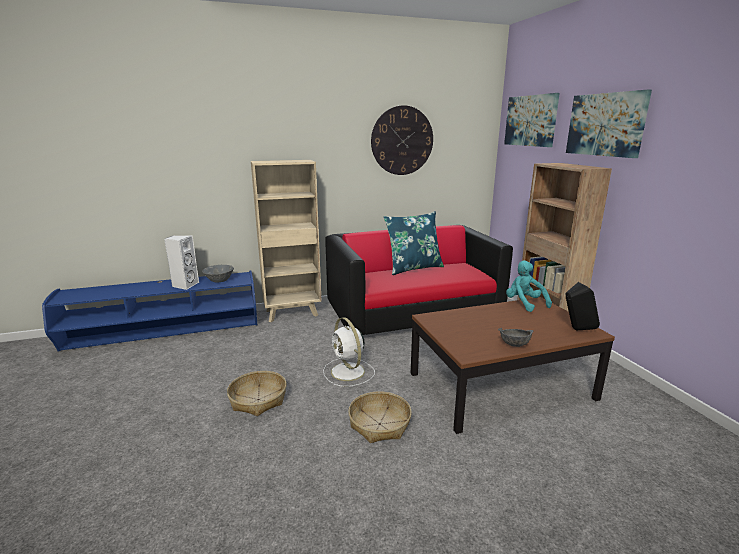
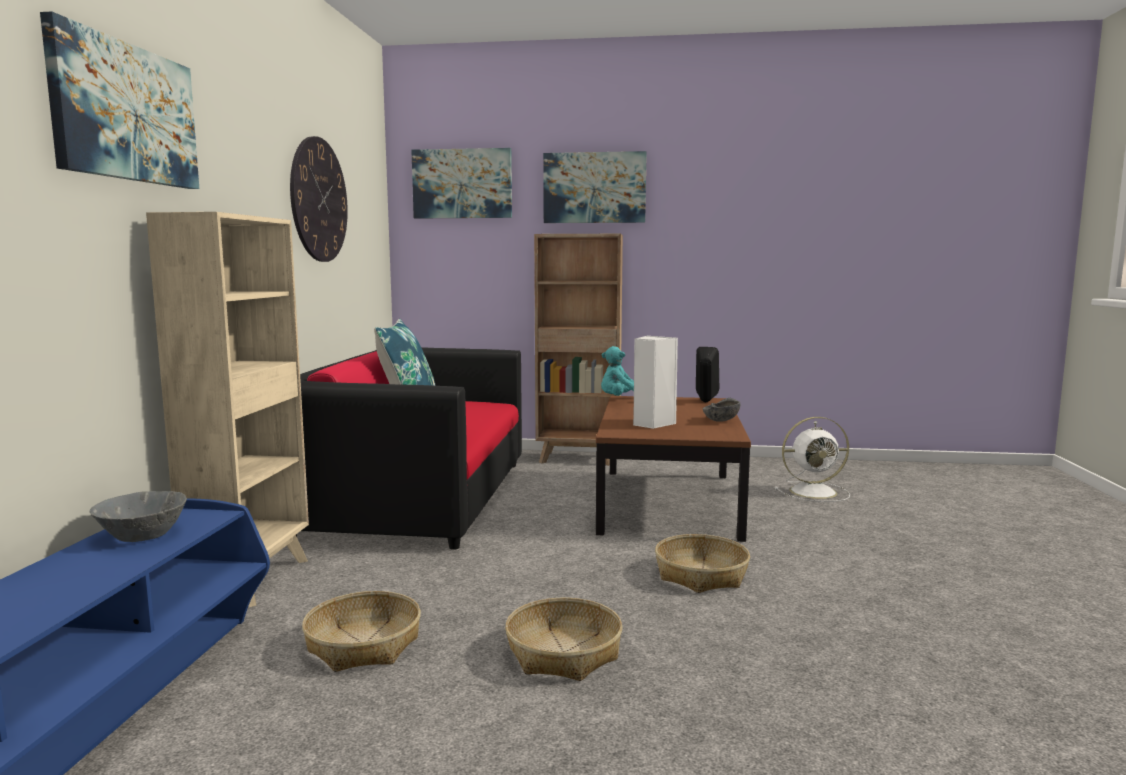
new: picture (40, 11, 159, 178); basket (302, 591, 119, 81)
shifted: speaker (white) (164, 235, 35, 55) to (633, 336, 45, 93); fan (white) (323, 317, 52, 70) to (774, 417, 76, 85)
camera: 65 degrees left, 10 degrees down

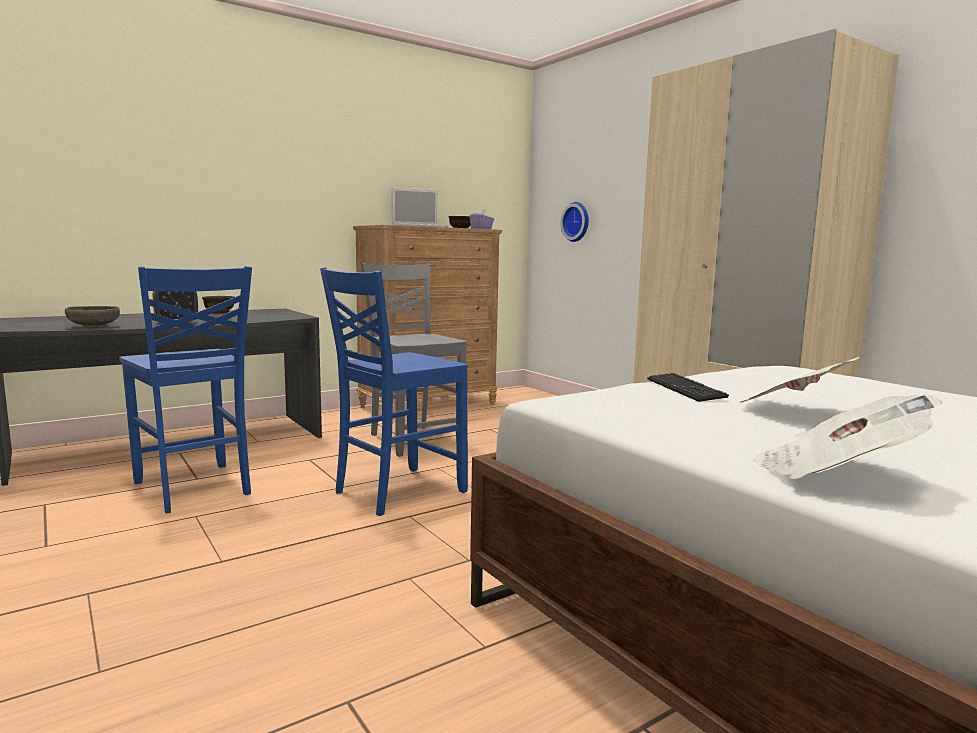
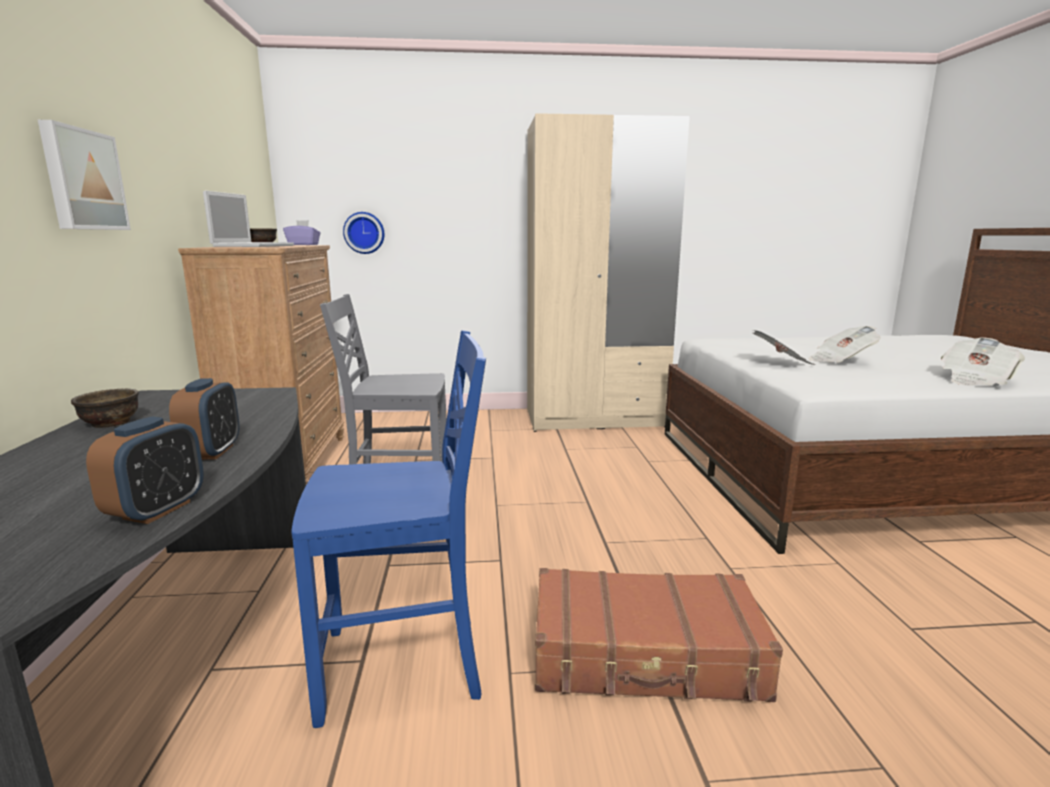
gone: chair (blue) (320, 267, 148, 249)
new: picture (38, 120, 93, 110); suitcase (brown) (535, 568, 248, 134)
swapped: bowl (grey) (65, 306, 55, 22) to alarm clock (86, 416, 118, 108); keyboard (647, 373, 82, 29) to newspaper (753, 330, 63, 35)
camera: 60 degrees left, 5 degrees up

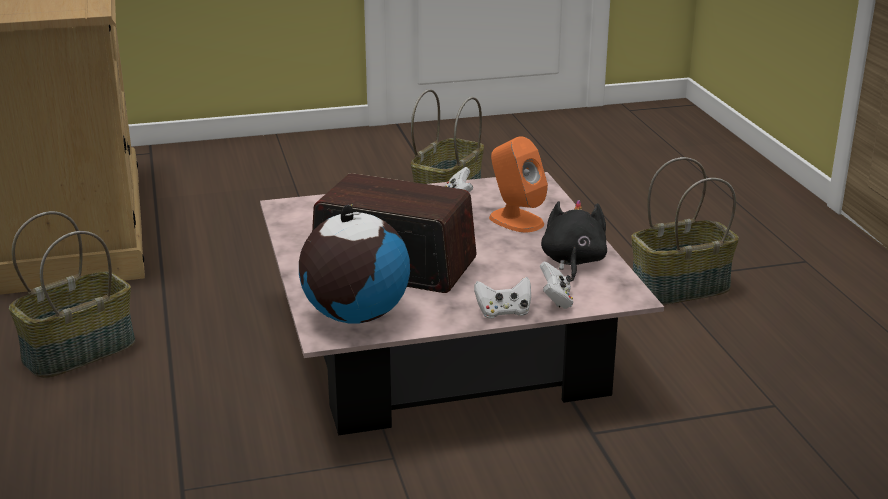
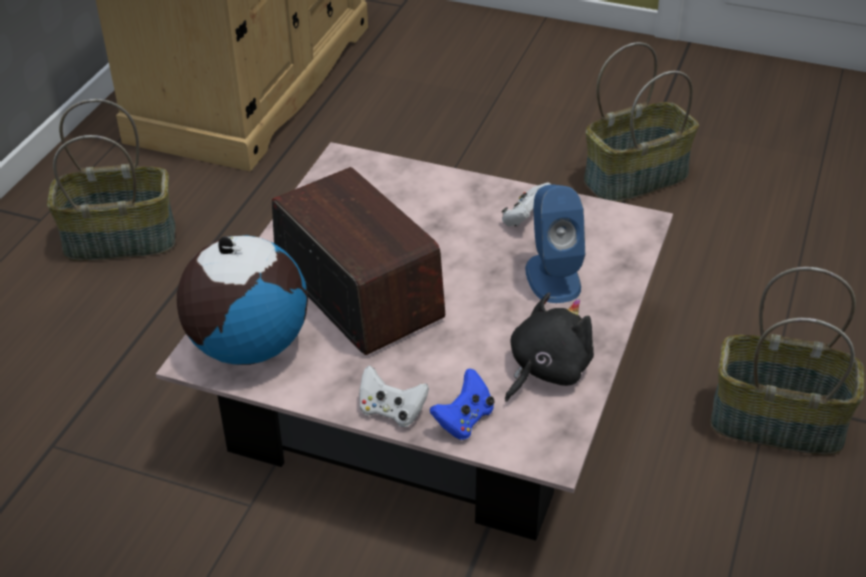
repainted: speaker (orange) (489, 137, 59, 95) to speaker (blue) (525, 184, 60, 119); game controller (white) (540, 261, 33, 48) to game controller (blue) (430, 369, 64, 71)
camera: 35 degrees right, 15 degrees up

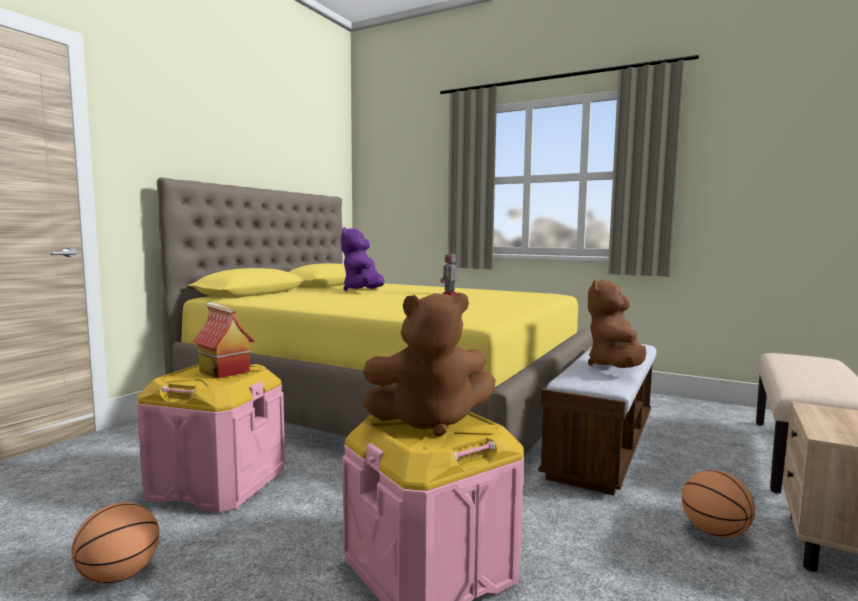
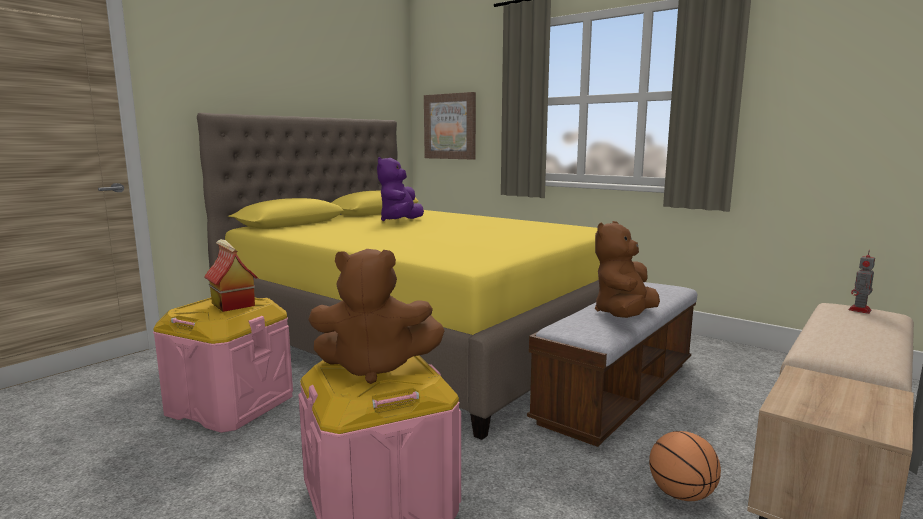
gone: basketball (71, 502, 89, 82)
new: picture (424, 92, 52, 68)
shifted: toy robot (440, 252, 18, 44) to (849, 249, 26, 65)
camera: 10 degrees right, 5 degrees up

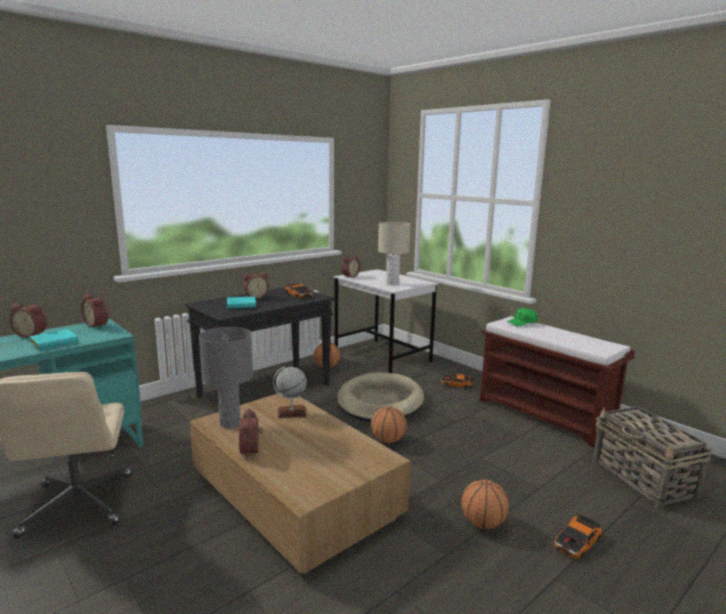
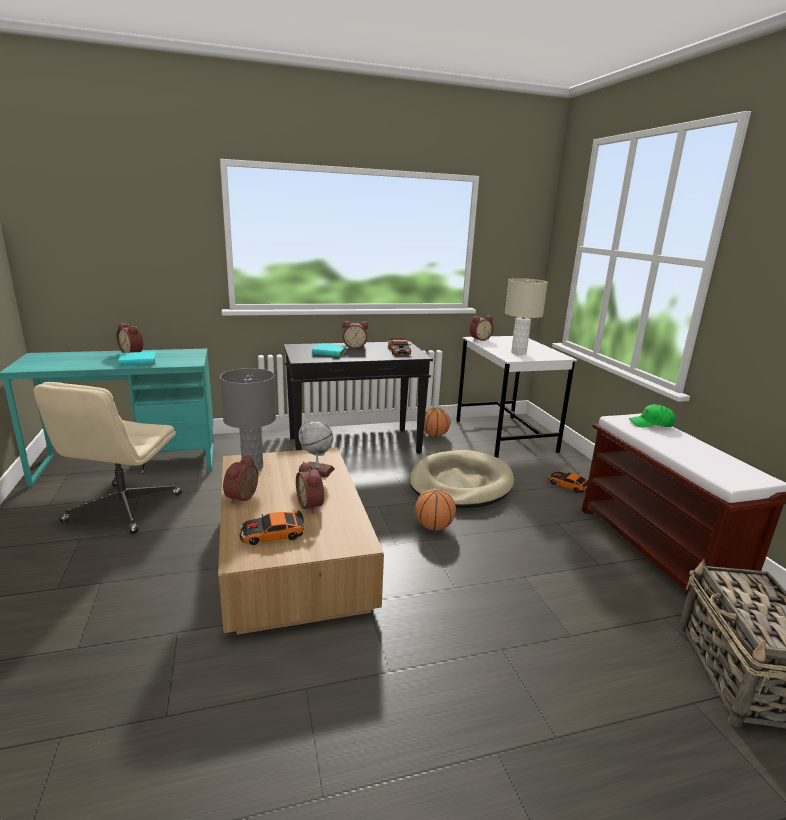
gone: basketball (461, 479, 48, 50)
shifted: alarm clock (81, 294, 27, 34) to (296, 462, 28, 51); toy car (554, 514, 48, 45) to (240, 510, 65, 35)
camera: 25 degrees right, 5 degrees up

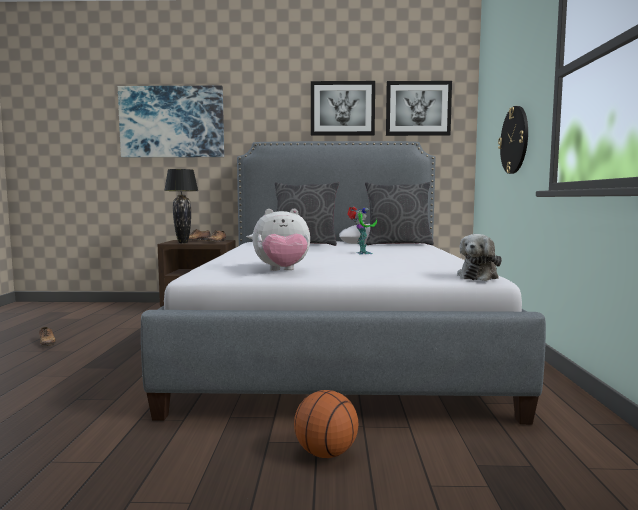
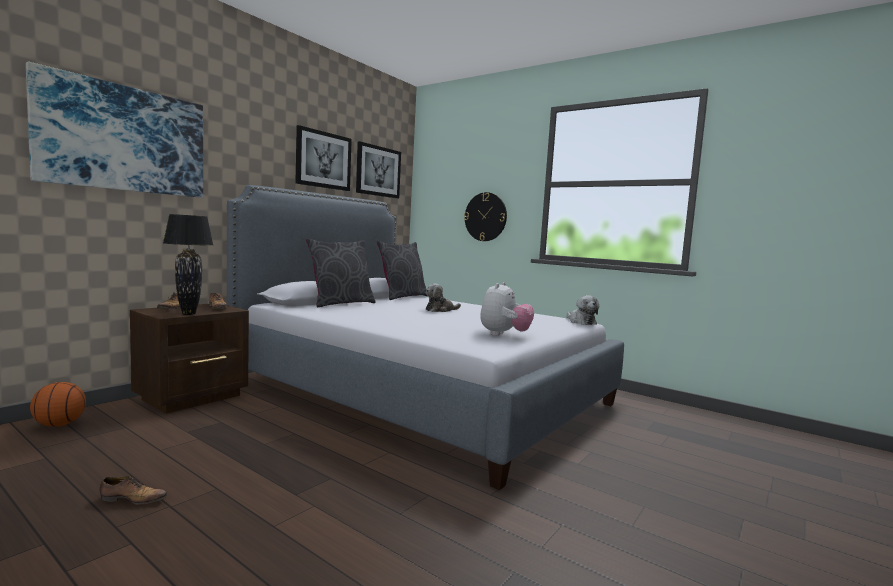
shifted: basketball (294, 390, 65, 68) to (30, 382, 56, 45)
swapped: toy robot (347, 207, 30, 47) to plush toy (426, 284, 35, 28)
camera: 55 degrees left, 0 degrees up

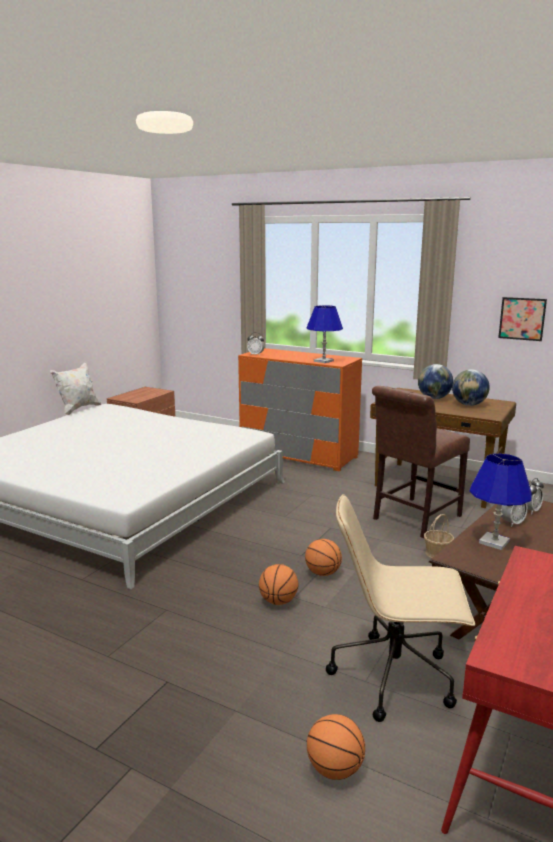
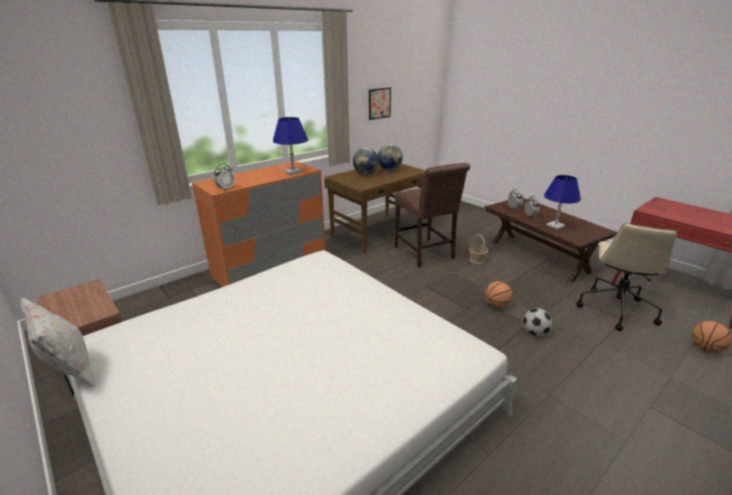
swapped: basketball (259, 564, 40, 41) to football (523, 308, 29, 28)
camera: 70 degrees left, 10 degrees up

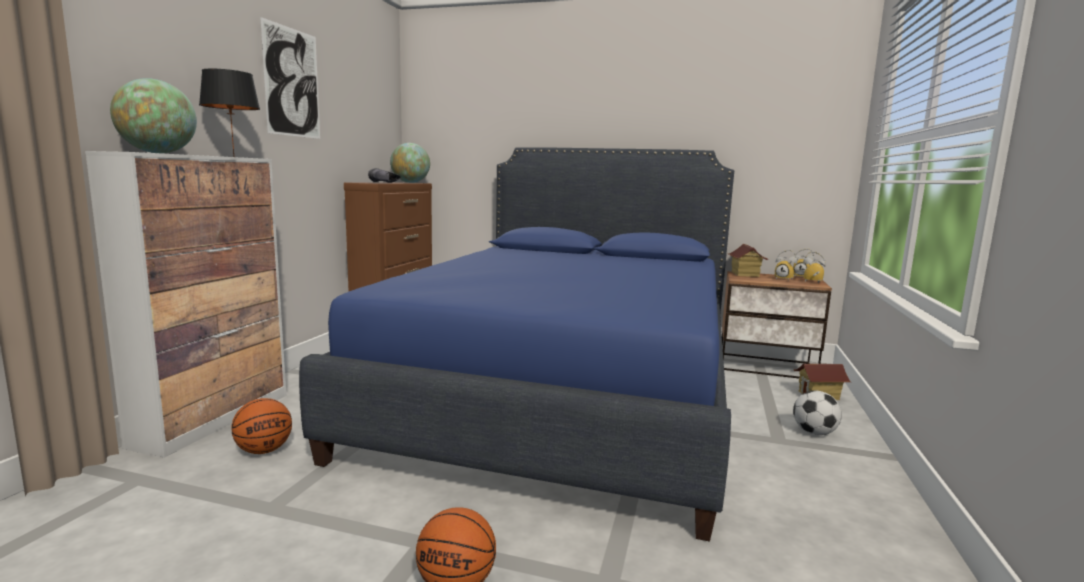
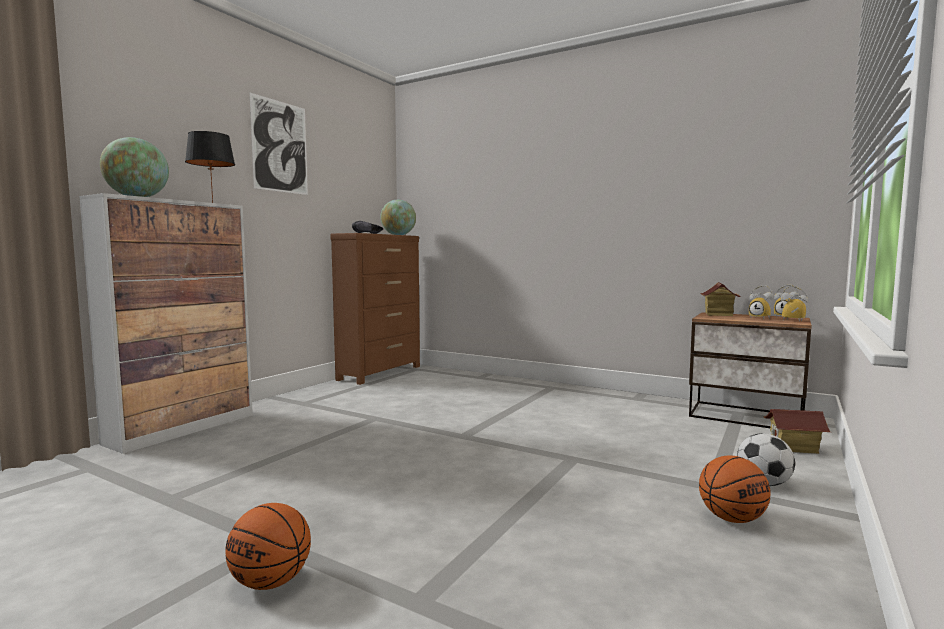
gone: bed (blue) (299, 147, 435, 395)
shifted: basketball (231, 398, 61, 56) to (699, 455, 72, 68)
camera: 15 degrees right, 5 degrees down

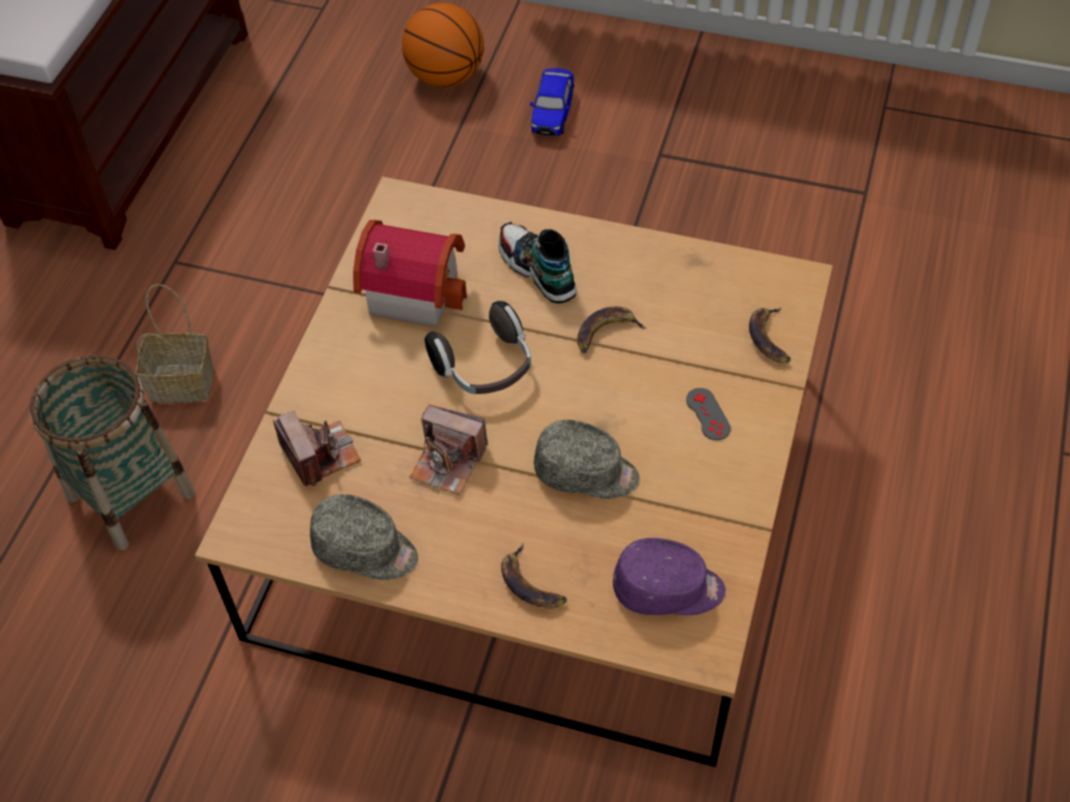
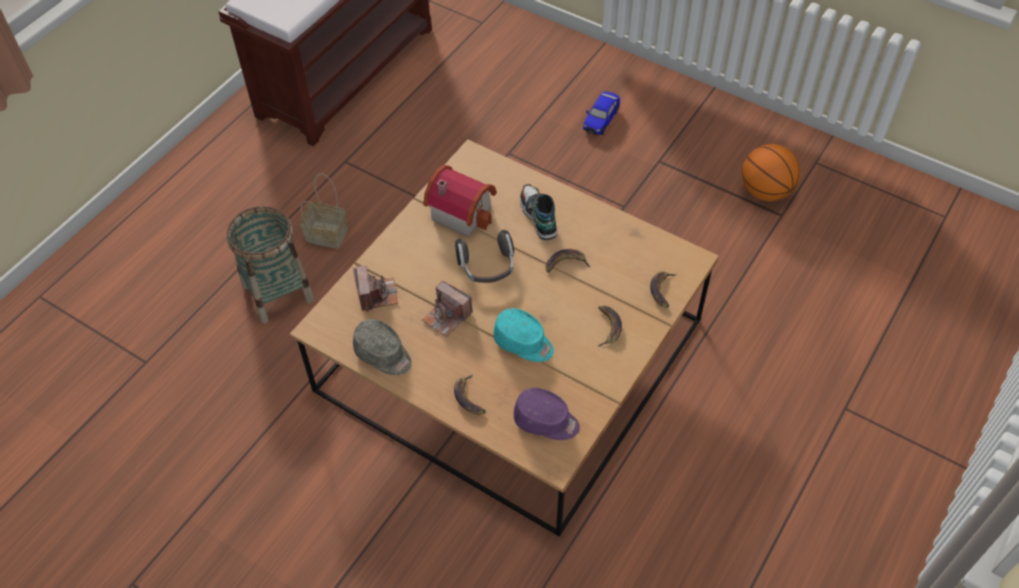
shifted: basketball (402, 3, 82, 84) to (742, 144, 59, 57)
swapped: game controller (grey) (686, 388, 45, 52) to banana (598, 306, 24, 41)
repainted: cap (grey) (534, 420, 106, 79) to cap (turquoise) (493, 308, 61, 54)
camera: 15 degrees right, 0 degrees up

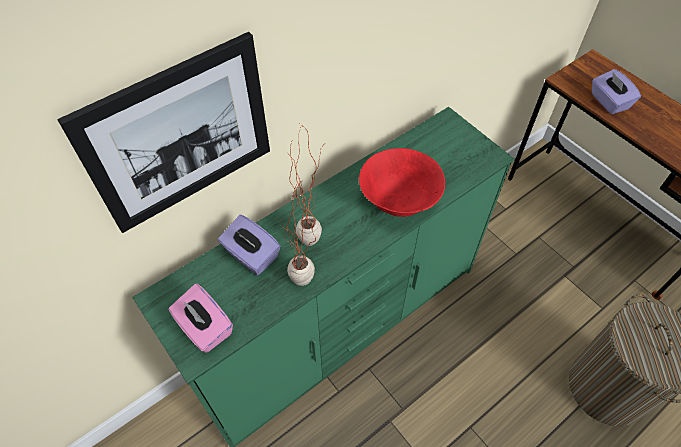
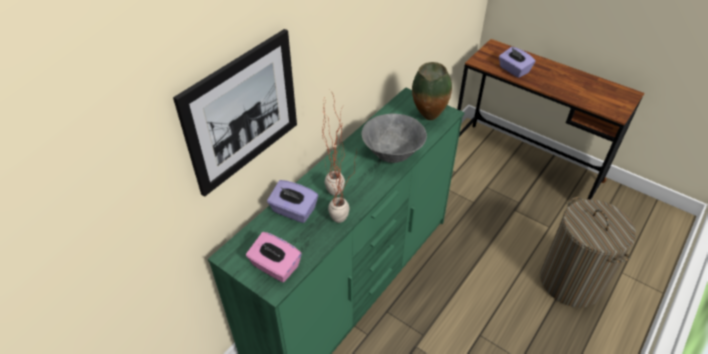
new: vase (412, 62, 40, 58)
repainted: bowl (red) (359, 148, 86, 69) to bowl (grey) (362, 113, 65, 50)
camera: 15 degrees left, 10 degrees down

